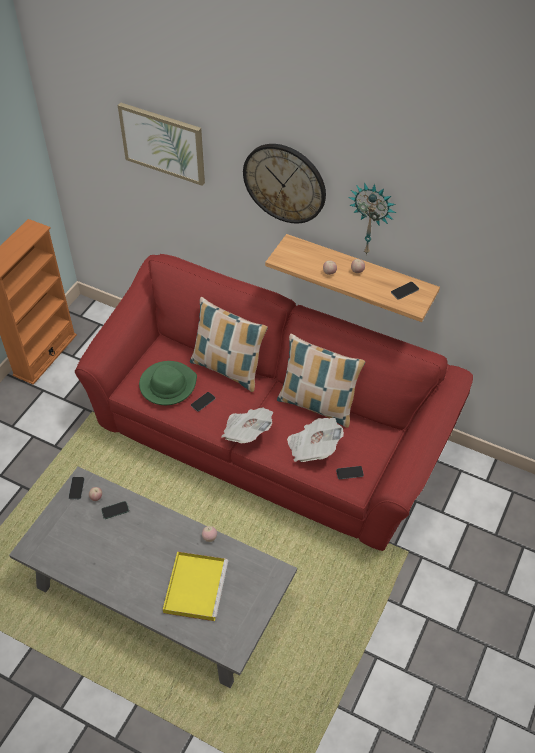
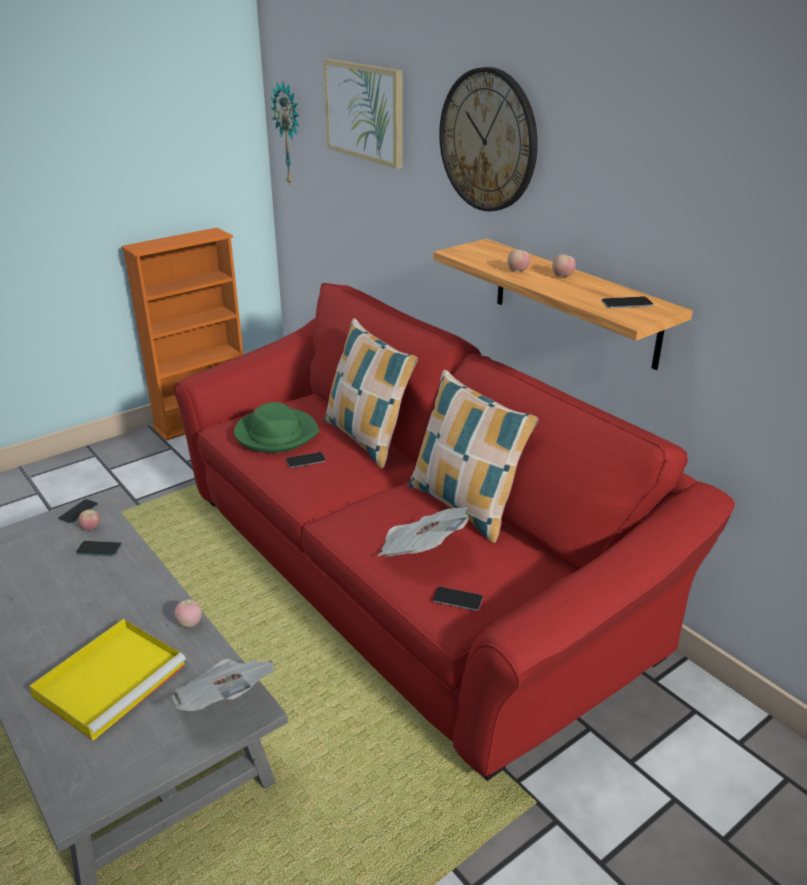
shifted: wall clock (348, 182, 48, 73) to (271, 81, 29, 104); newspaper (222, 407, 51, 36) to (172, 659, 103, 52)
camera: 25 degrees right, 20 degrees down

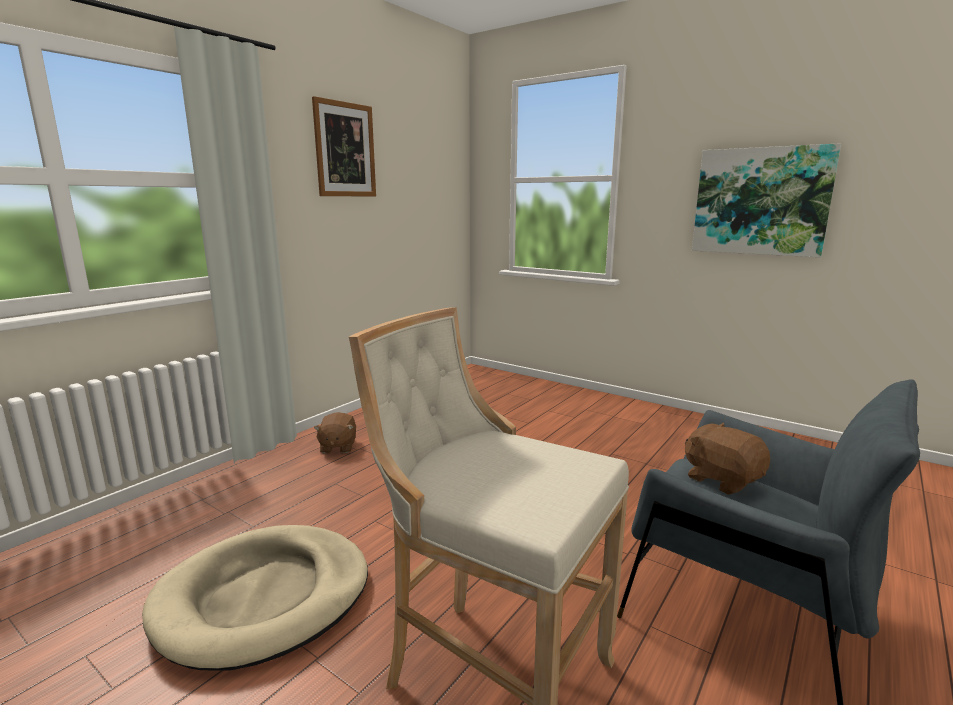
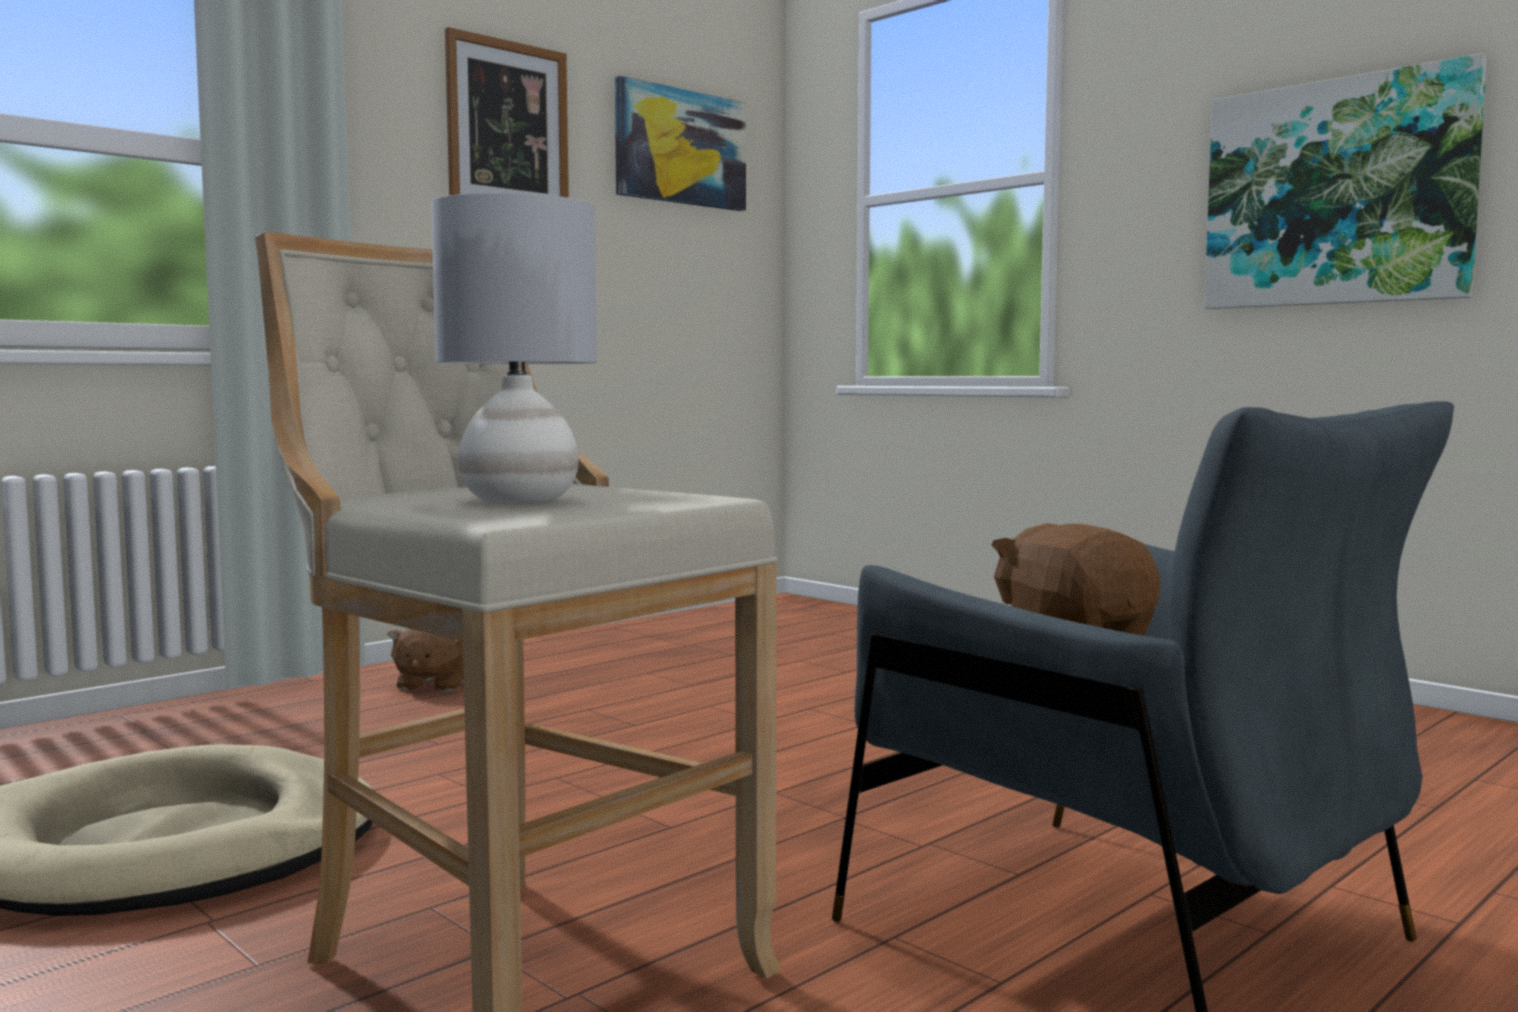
new: picture (615, 76, 131, 135); table lamp (grey) (431, 193, 166, 311)
camera: 10 degrees right, 10 degrees down

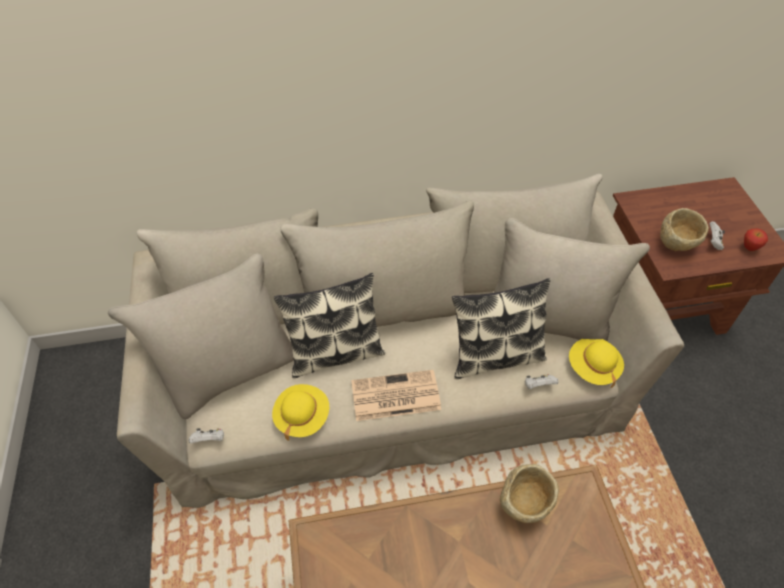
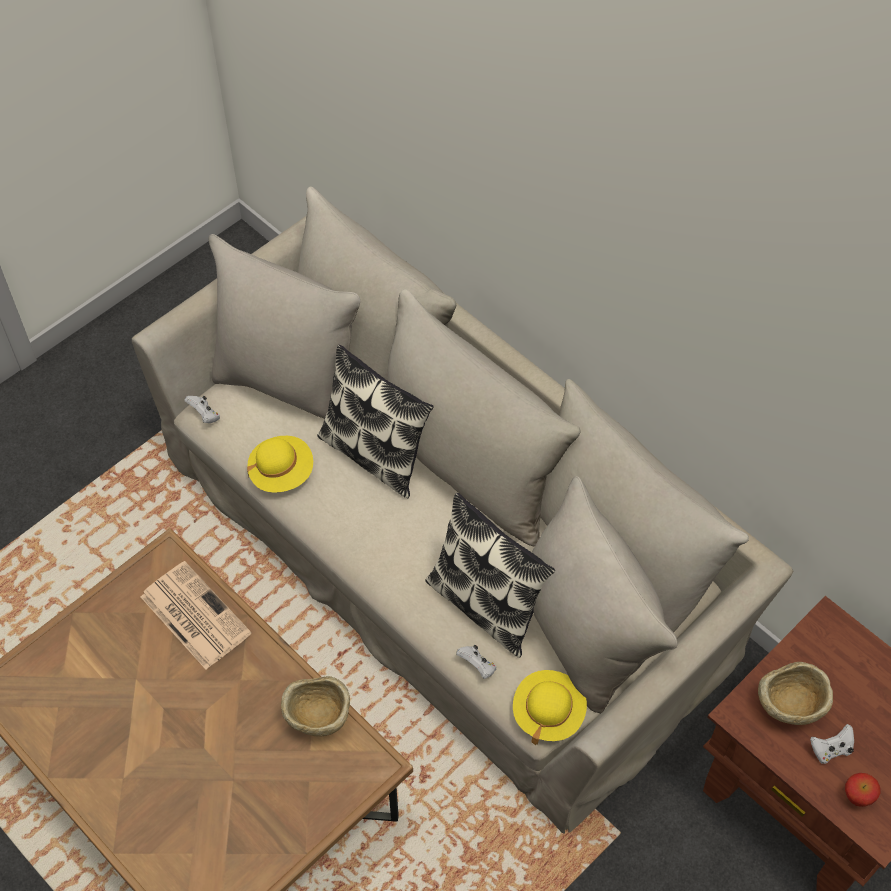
shifted: newspaper (351, 370, 90, 51) to (141, 561, 110, 109)
camera: 55 degrees right, 5 degrees up

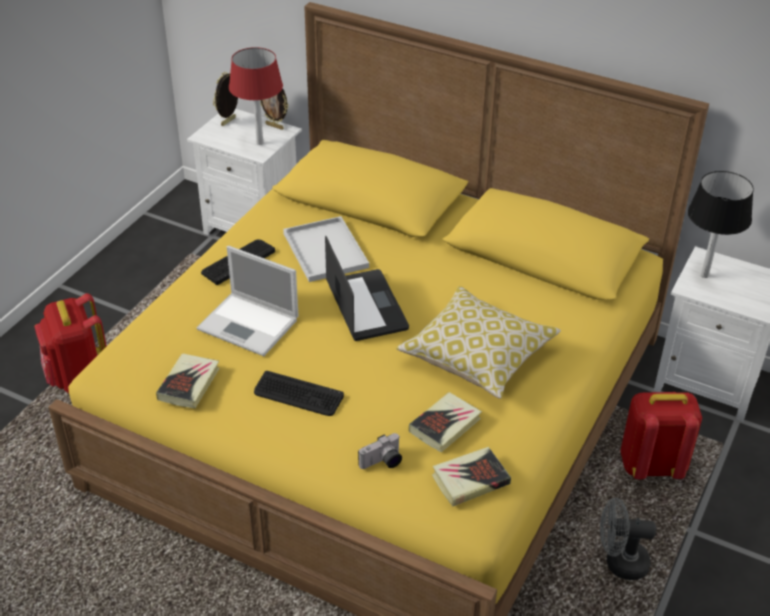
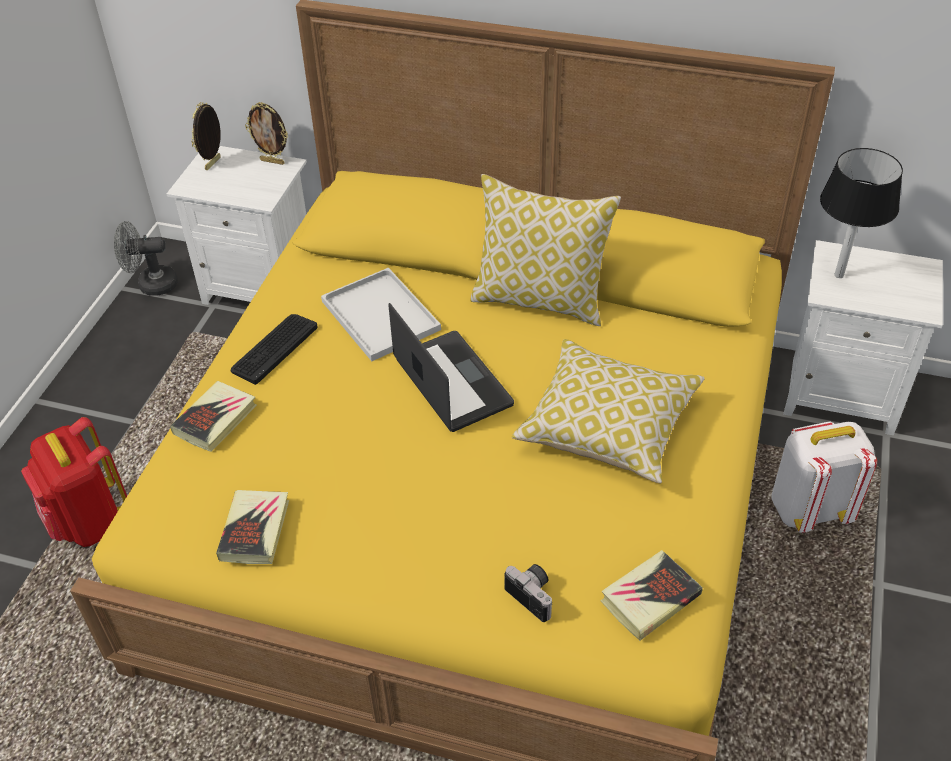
gone: table lamp (red) (229, 47, 54, 98); laptop (197, 246, 102, 110); keyboard (254, 371, 90, 45)
new: pillow (470, 174, 151, 152)
shifted: book (409, 392, 73, 60) to (170, 381, 87, 71); fan (grey) (600, 498, 56, 82) to (114, 221, 64, 75)
repainted: backpack (red) (620, 392, 82, 87) to backpack (white) (772, 421, 105, 112)
rotated: photo camera (358, 433, 44, 36) = (505, 564, 48, 58) 90 degrees counterclockwise
camera: 10 degrees left, 5 degrees up

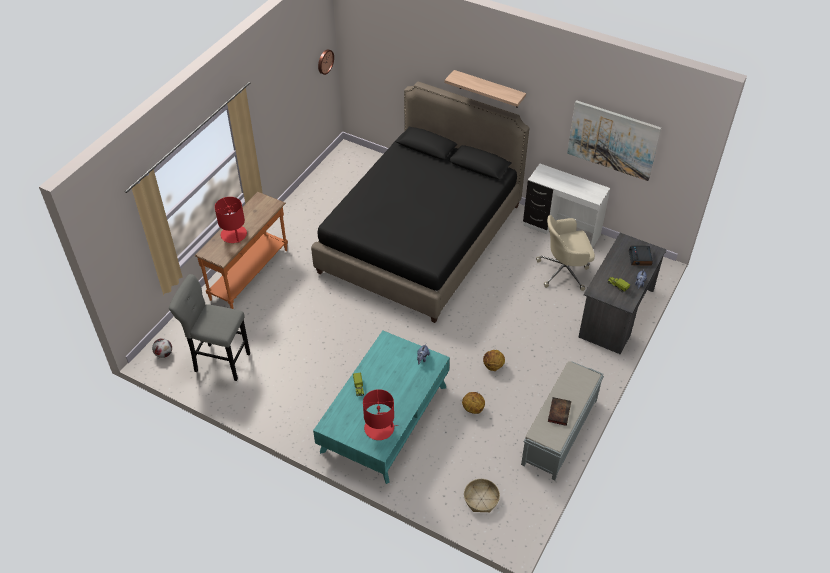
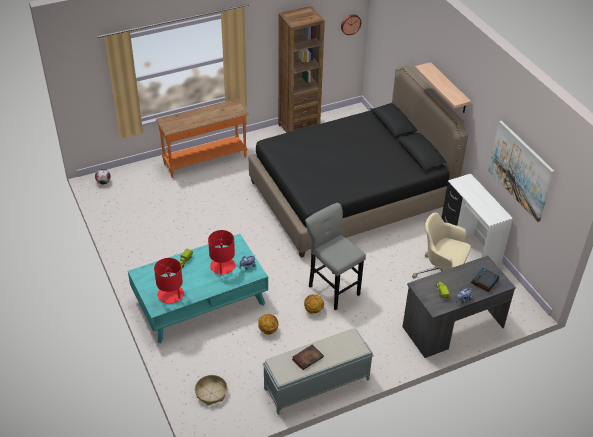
new: bookcase (brown) (278, 6, 47, 127)
shifted: table lamp (red) (215, 197, 32, 47) to (208, 230, 27, 46); stool (grey) (169, 274, 81, 107) to (305, 203, 61, 107)
camera: 35 degrees right, 5 degrees down

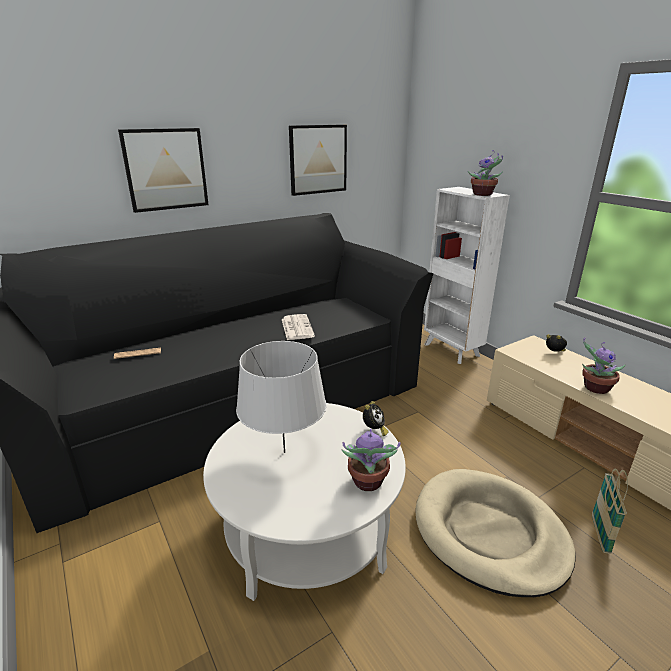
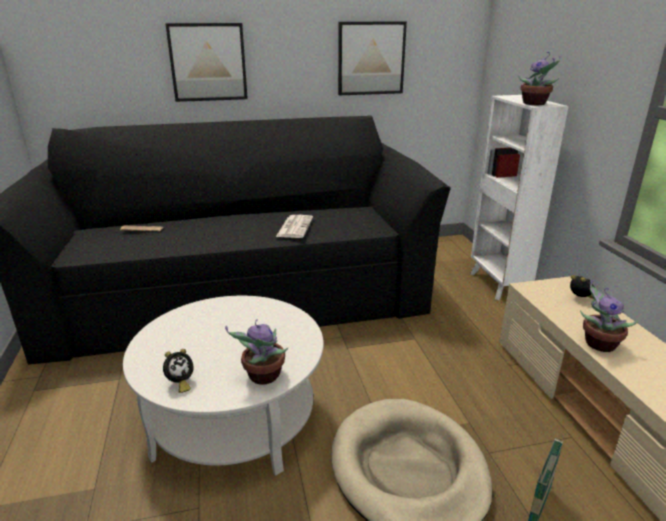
gone: table lamp (grey) (236, 341, 90, 112)
shifted: alarm clock (363, 401, 26, 35) to (163, 349, 31, 44)
camera: 20 degrees right, 0 degrees up

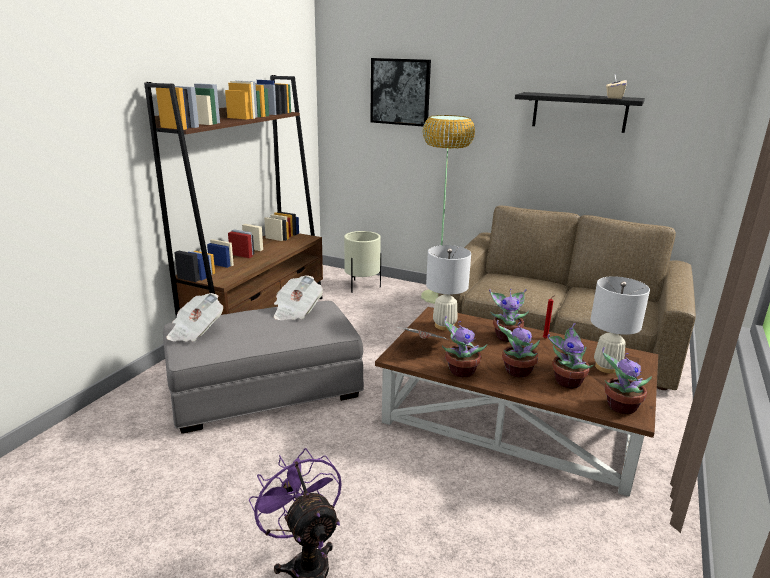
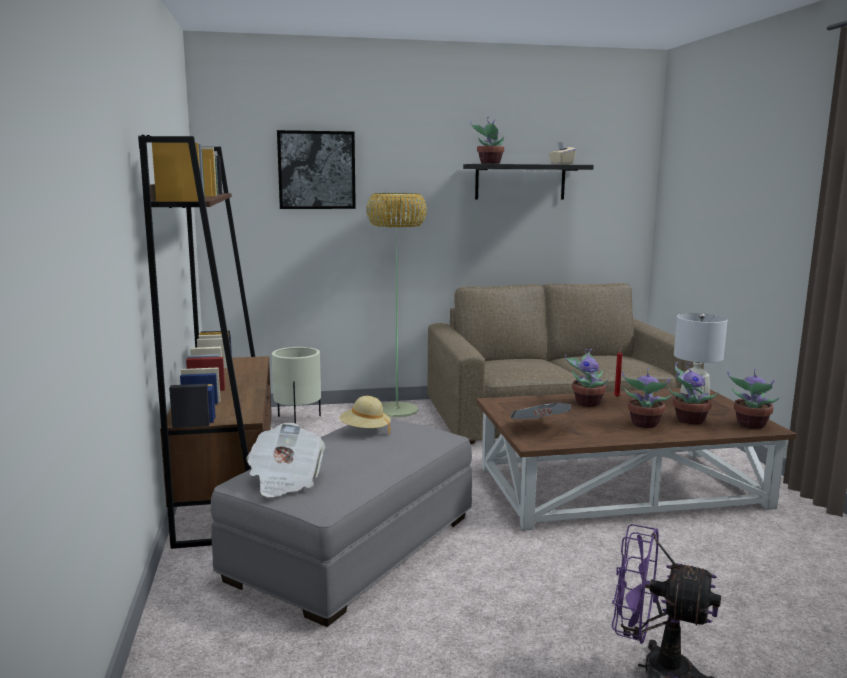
gone: table lamp (white) (426, 245, 45, 85)
shifted: potted plant (442, 316, 46, 61) to (470, 117, 35, 47)
swapped: newspaper (274, 275, 49, 45) to hat (beige) (340, 396, 51, 38)
camera: 35 degrees left, 10 degrees down

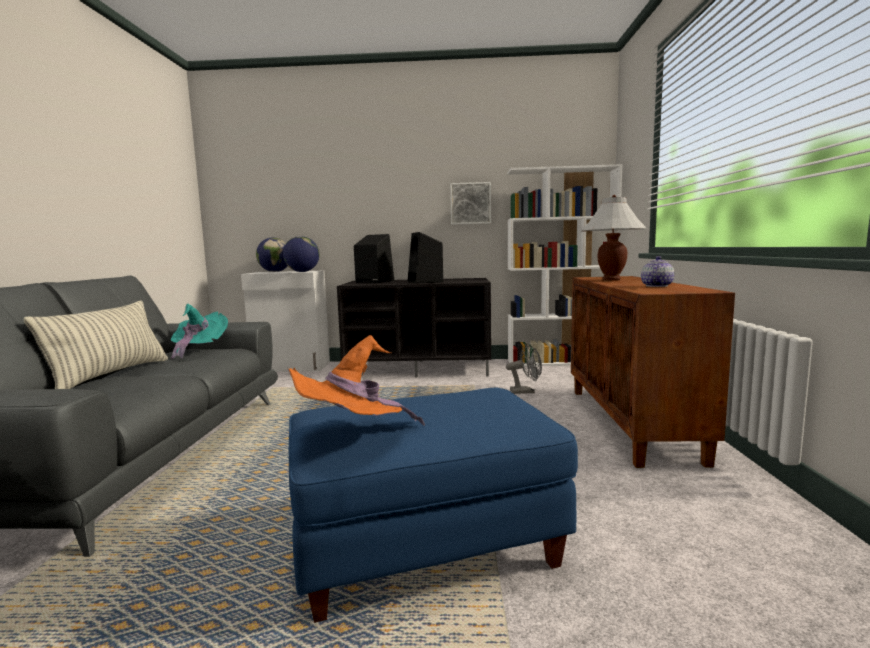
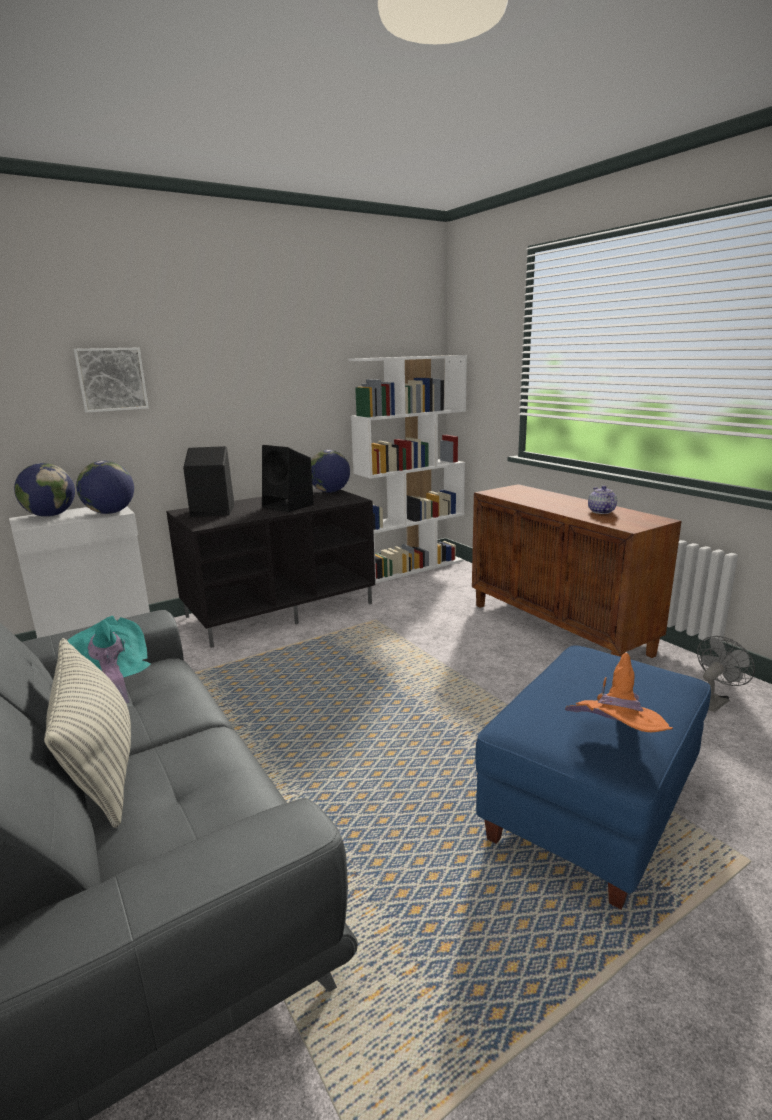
gone: table lamp (white) (581, 195, 66, 86)
new: globe (311, 450, 39, 43)
shifted: picture (450, 182, 41, 43) to (74, 348, 75, 65); fan (grey) (506, 343, 36, 51) to (697, 636, 58, 76)
camera: 35 degrees left, 10 degrees up

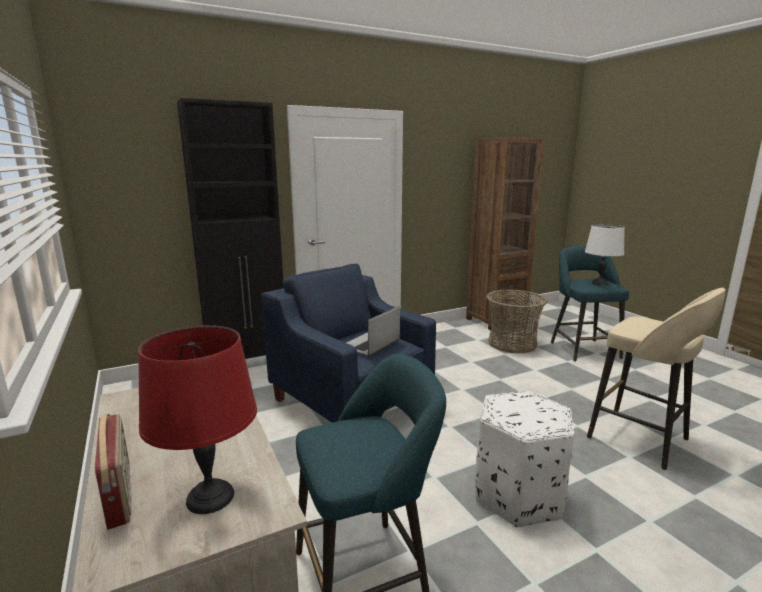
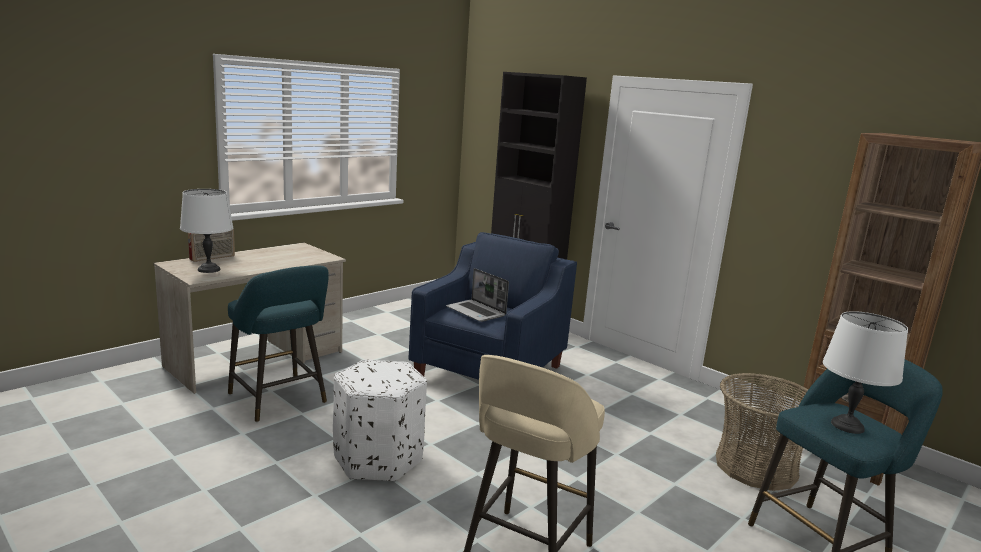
repainted: table lamp (red) (138, 325, 119, 189) to table lamp (white) (180, 189, 53, 84)
rotated: laptop (347, 306, 53, 51) = (446, 268, 63, 54) 150 degrees counterclockwise
camera: 70 degrees right, 0 degrees up

